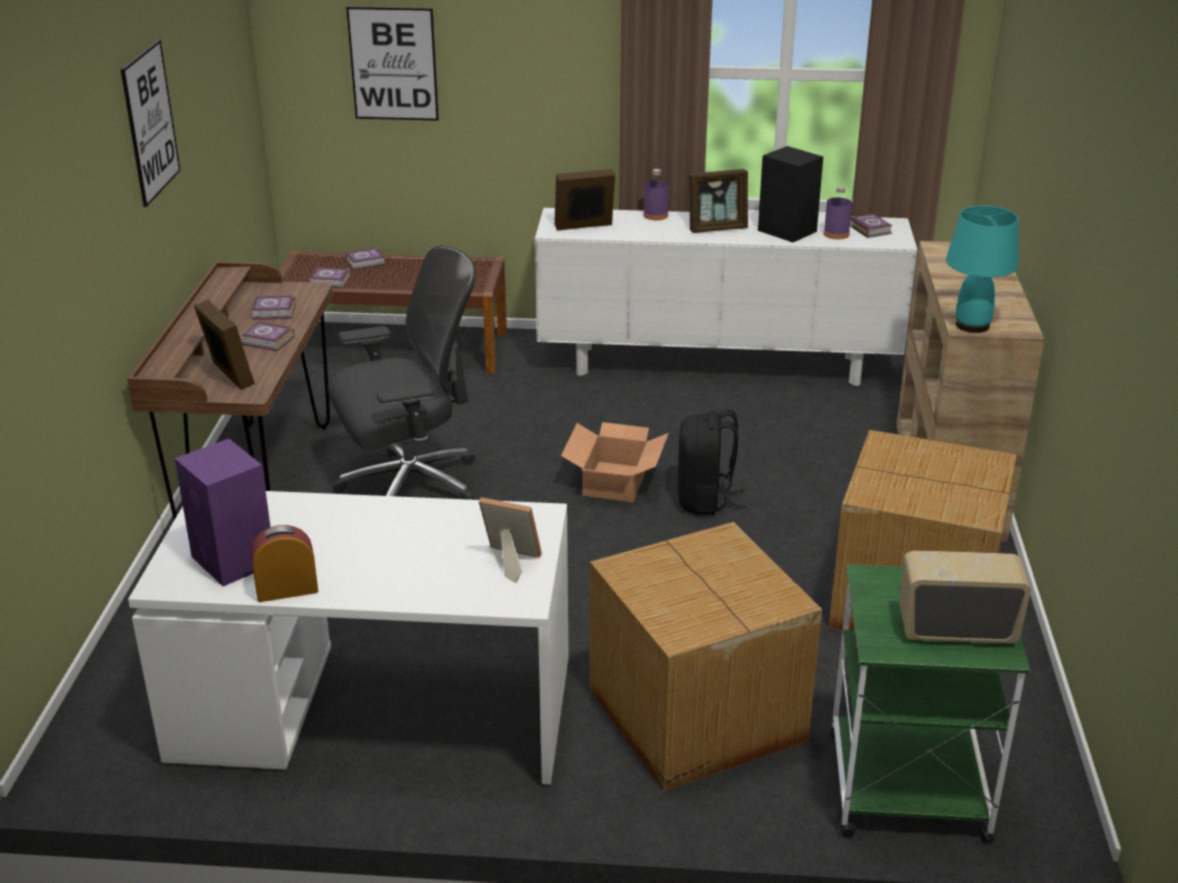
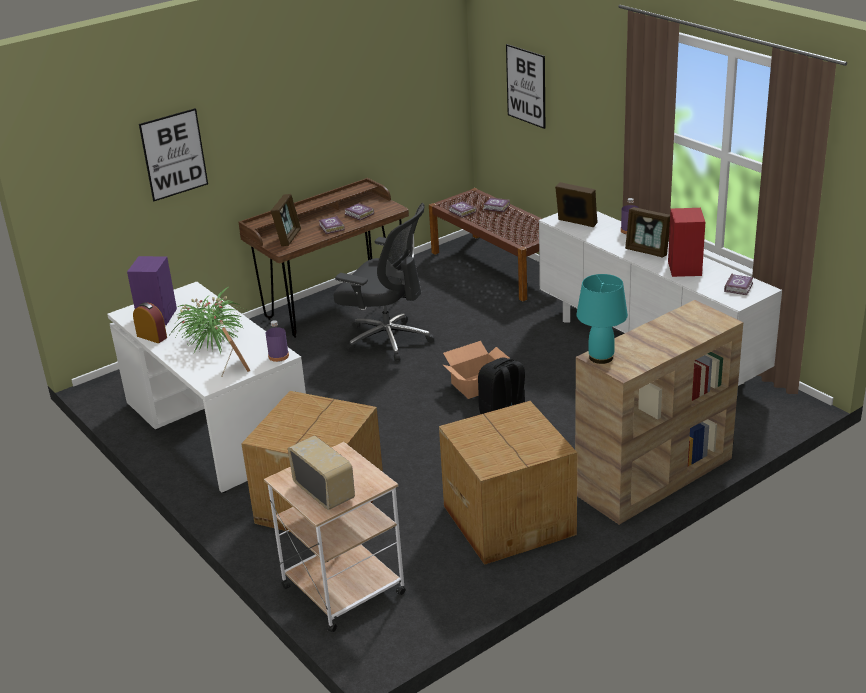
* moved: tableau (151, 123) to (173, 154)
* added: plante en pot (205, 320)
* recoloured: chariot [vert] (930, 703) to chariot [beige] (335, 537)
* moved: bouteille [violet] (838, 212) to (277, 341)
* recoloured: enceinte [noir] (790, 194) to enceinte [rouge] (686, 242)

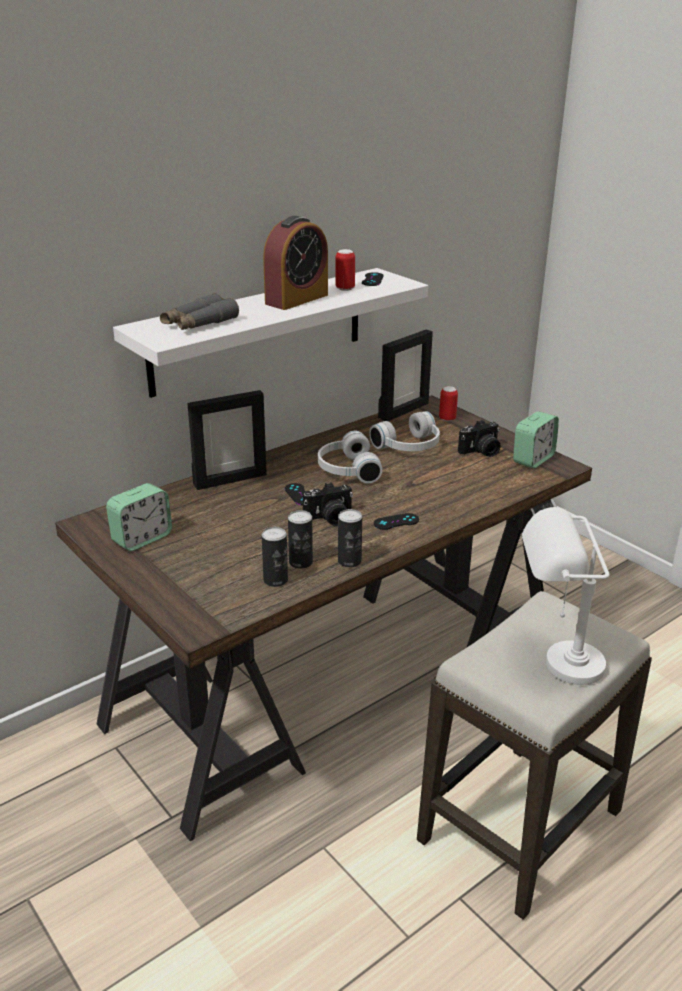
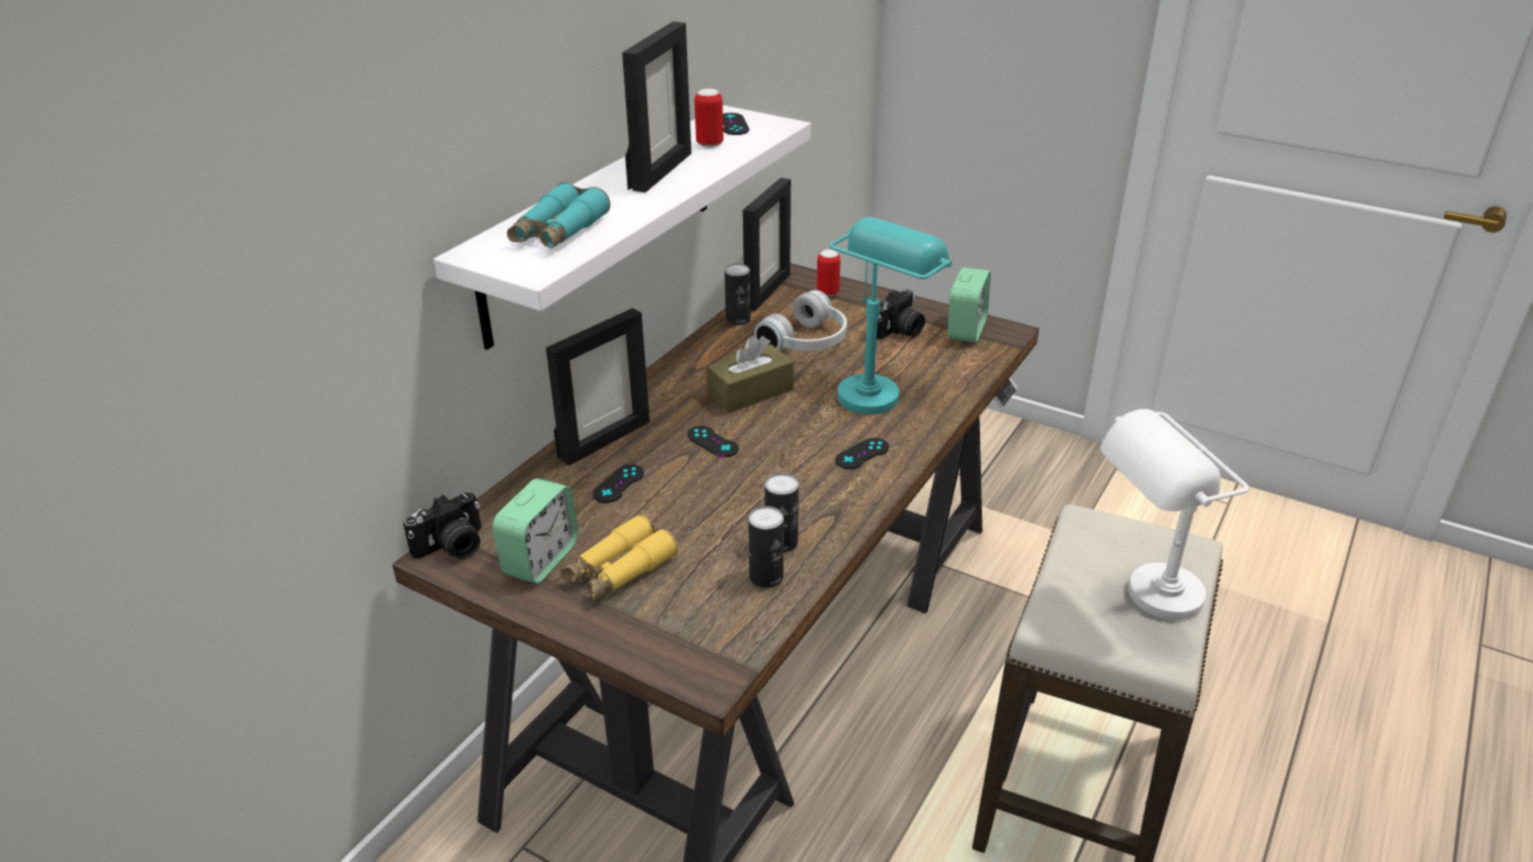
* moved: appareil photo (328, 504) to (442, 525)
* recoloured: jumelles [gris] (199, 311) to jumelles [turquoise] (558, 215)
* added: jumelles [jaune] (619, 557)
* added: manette [noir] (618, 483)
* replaced: réveil (295, 263) to cadre photo (656, 107)
* replaced: casque audio [blanc] (350, 457) to boîte à mouchoirs [marron] (750, 374)
* moved: boîte métallique (350, 538) to (738, 294)
* added: lampe de table [turquoise] (890, 315)

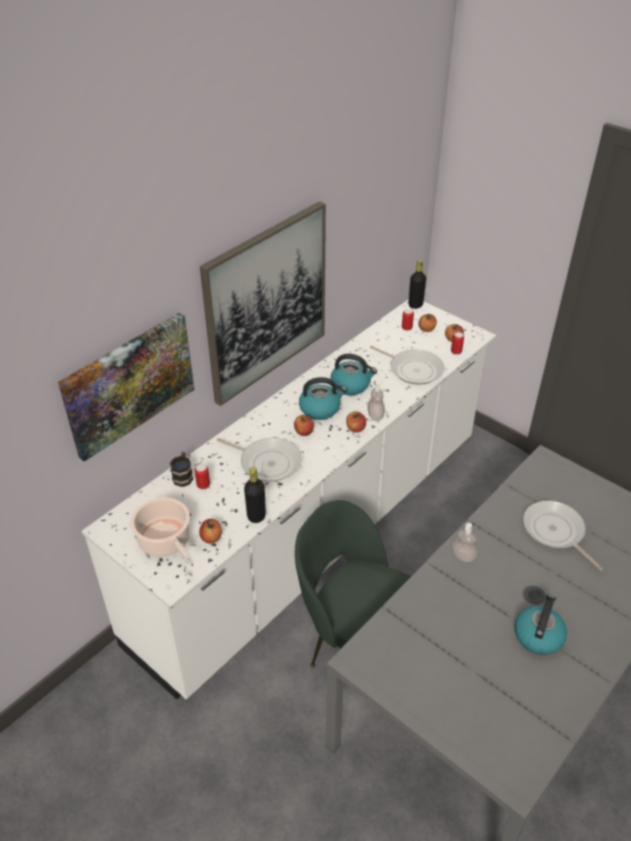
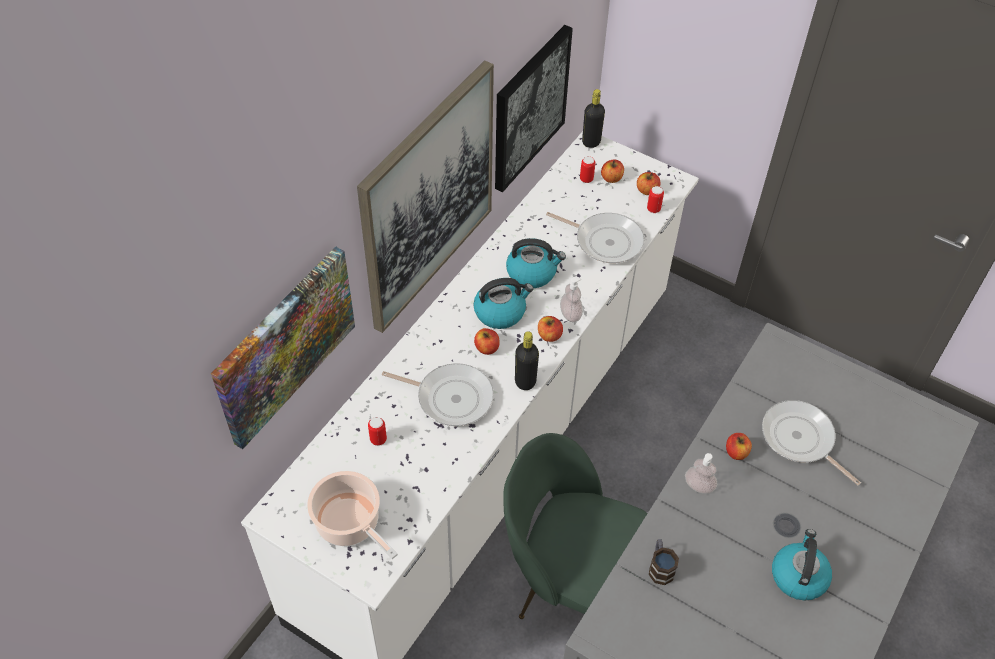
* added: tableau (534, 108)
* moved: bouteille [noir] (255, 495) to (527, 360)
* moved: mug (181, 469) to (664, 562)
* moved: pomme (210, 531) to (739, 446)

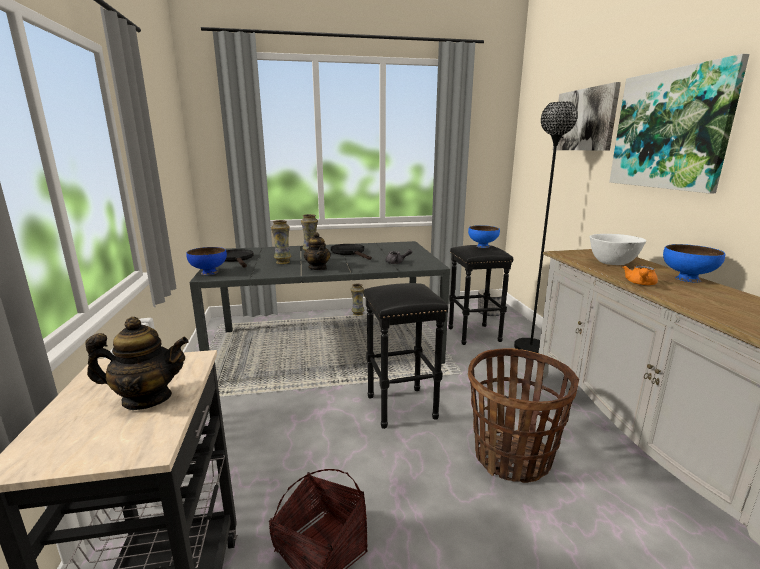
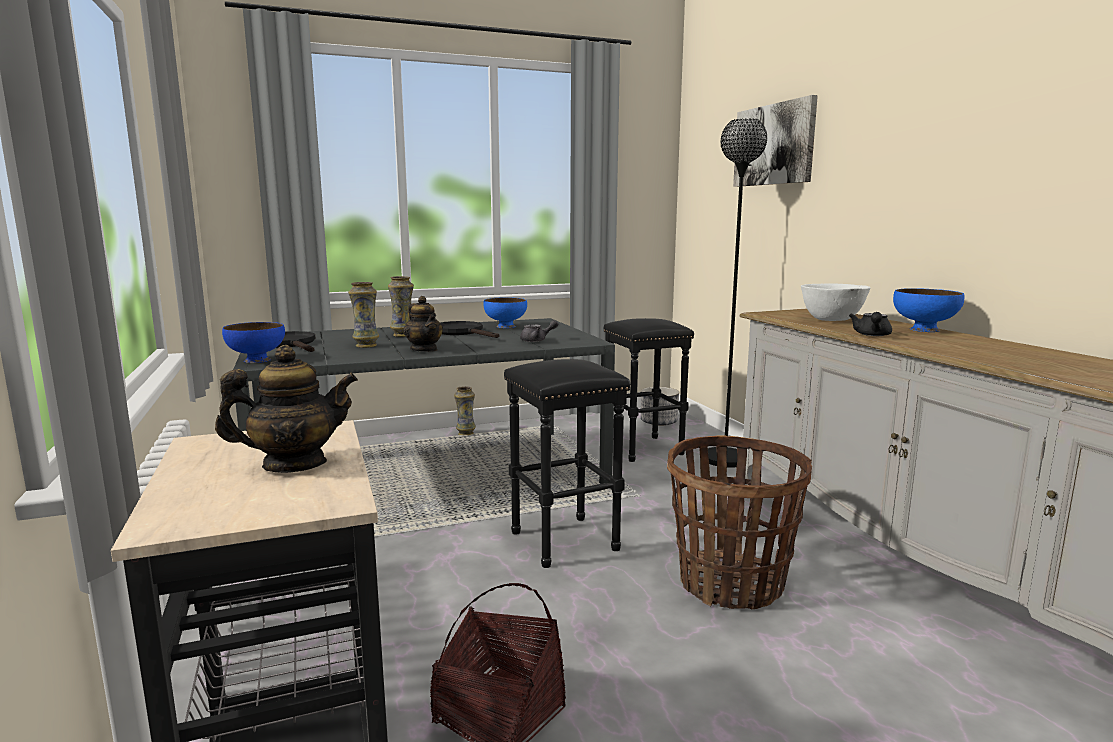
* moved: bol [bleu] (484, 236) to (505, 312)
* recoloured: théière [orange] (640, 275) to théière [noir] (870, 324)
* removed: tableau (679, 123)

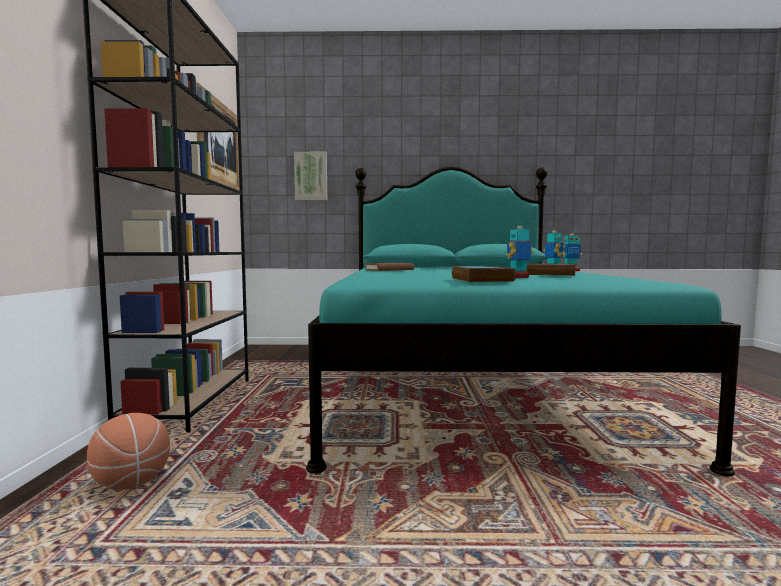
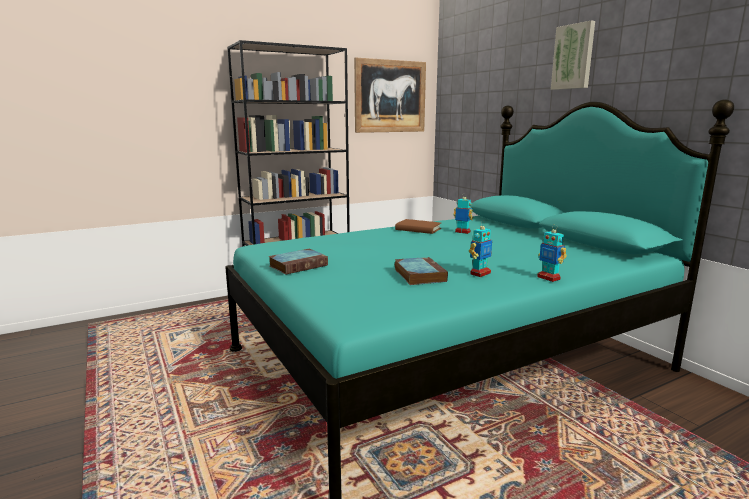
* moved: robot jouet (519, 249) to (463, 213)
* moved: tableau (310, 176) to (573, 55)
* removed: ballon de basket (128, 451)

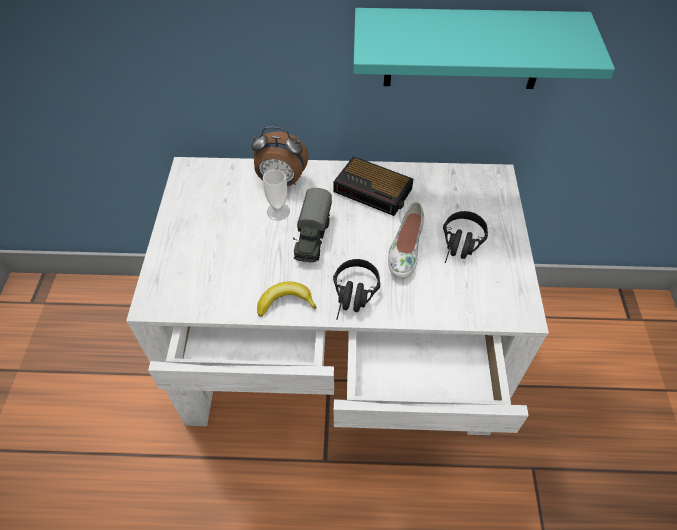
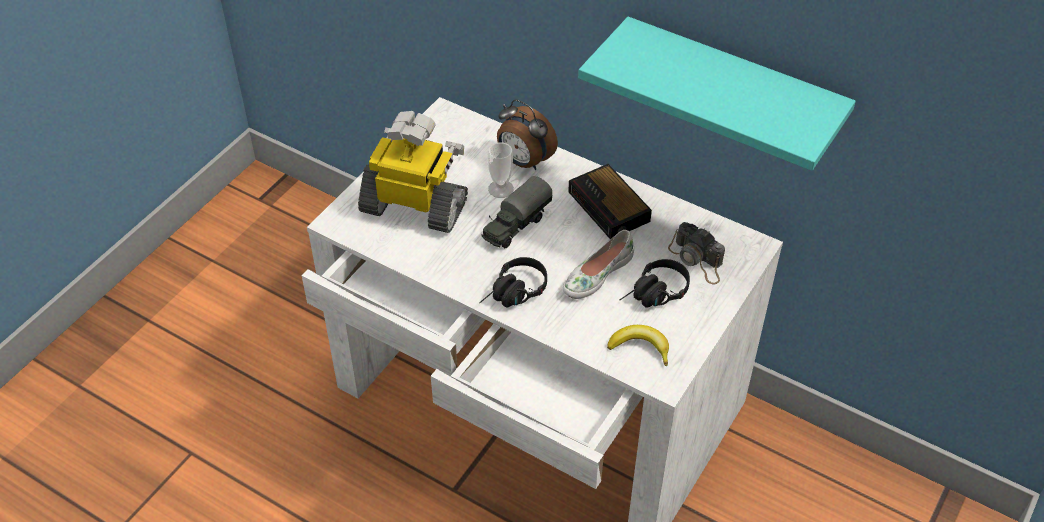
* added: robot jouet (413, 172)
* moved: banane (287, 299) to (638, 345)
* added: appareil photo (696, 253)

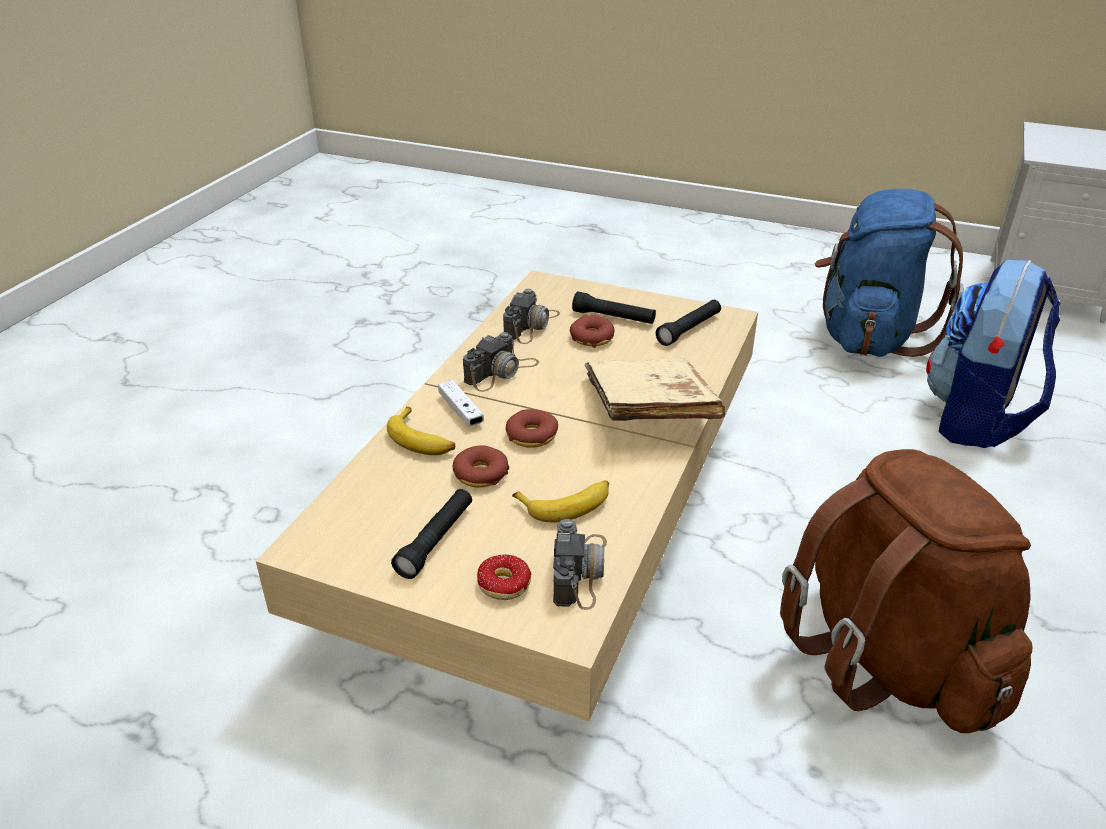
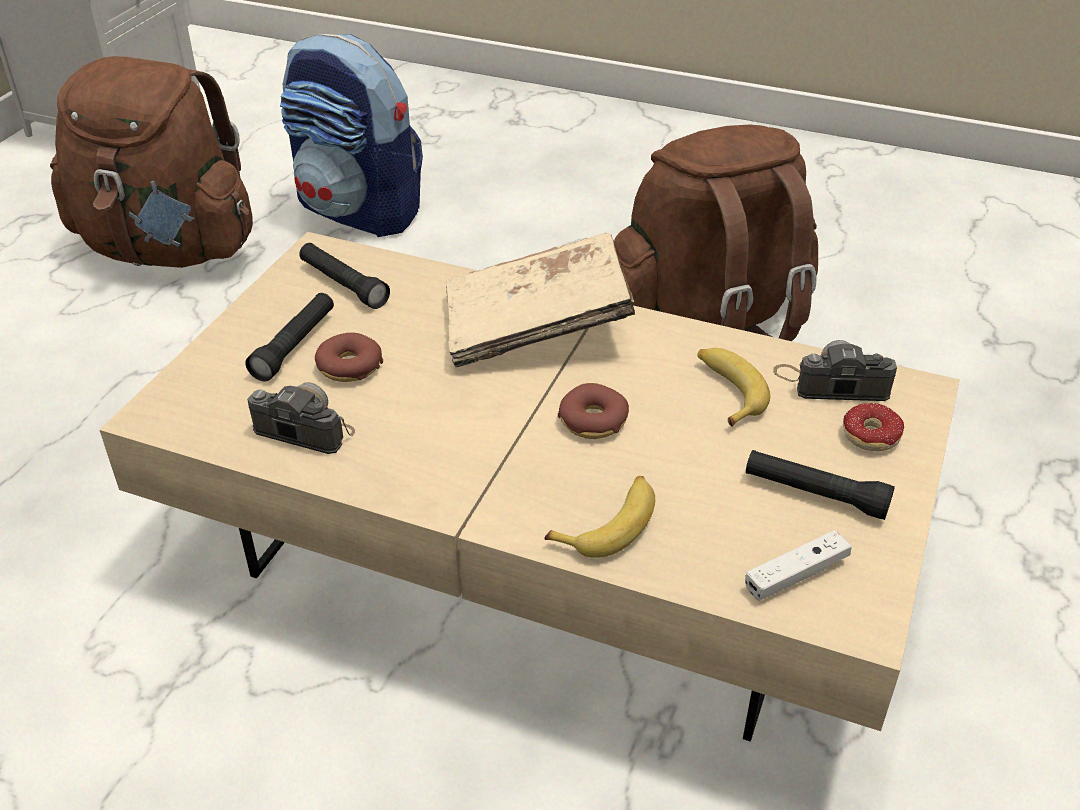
* recoloured: sac à dos [bleu] (889, 273) to sac à dos [marron] (151, 162)
* moved: manette [blanc] (461, 403) to (798, 565)
* removed: beignet (480, 466)
* removed: appareil photo (501, 362)

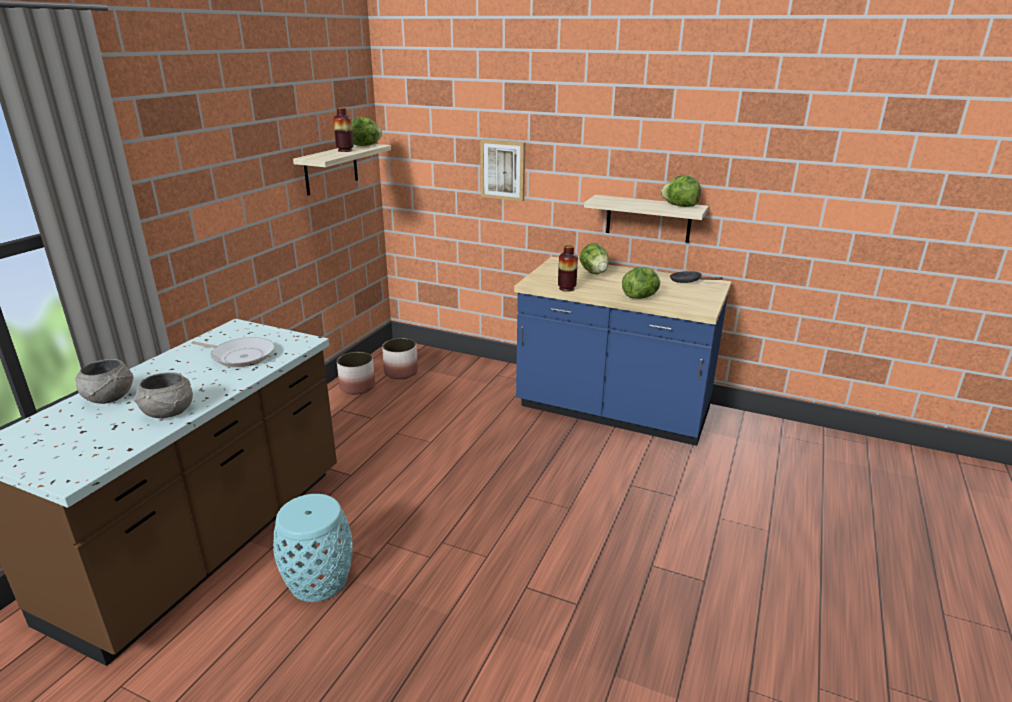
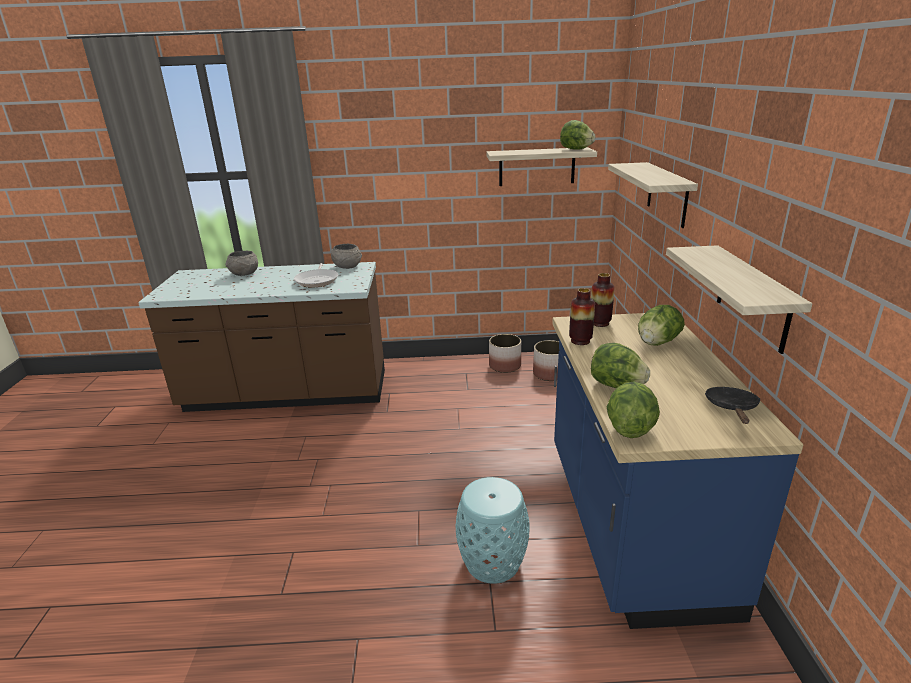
* moved: bol [gris] (163, 395) to (346, 256)
* moved: tabouret [turquoise] (313, 548) to (492, 530)
* moved: vase (343, 129) to (603, 300)
* moved: laitue (681, 191) to (633, 409)
* replaced: tableau (502, 170) to étagère (653, 195)

